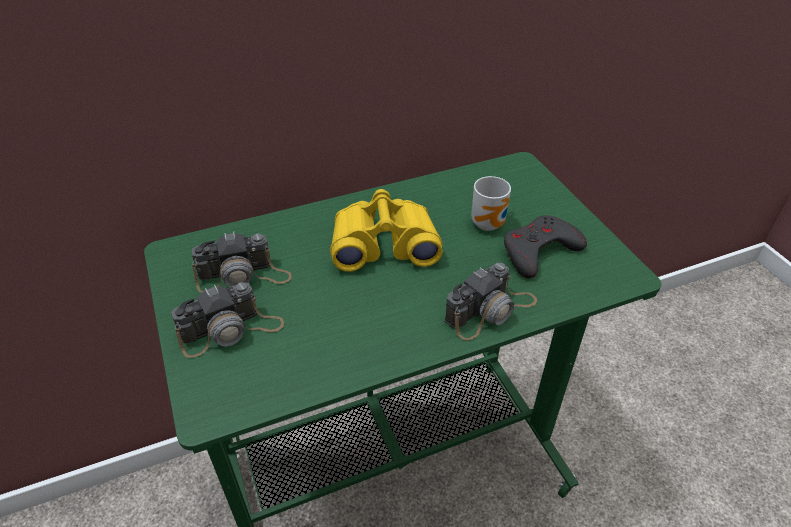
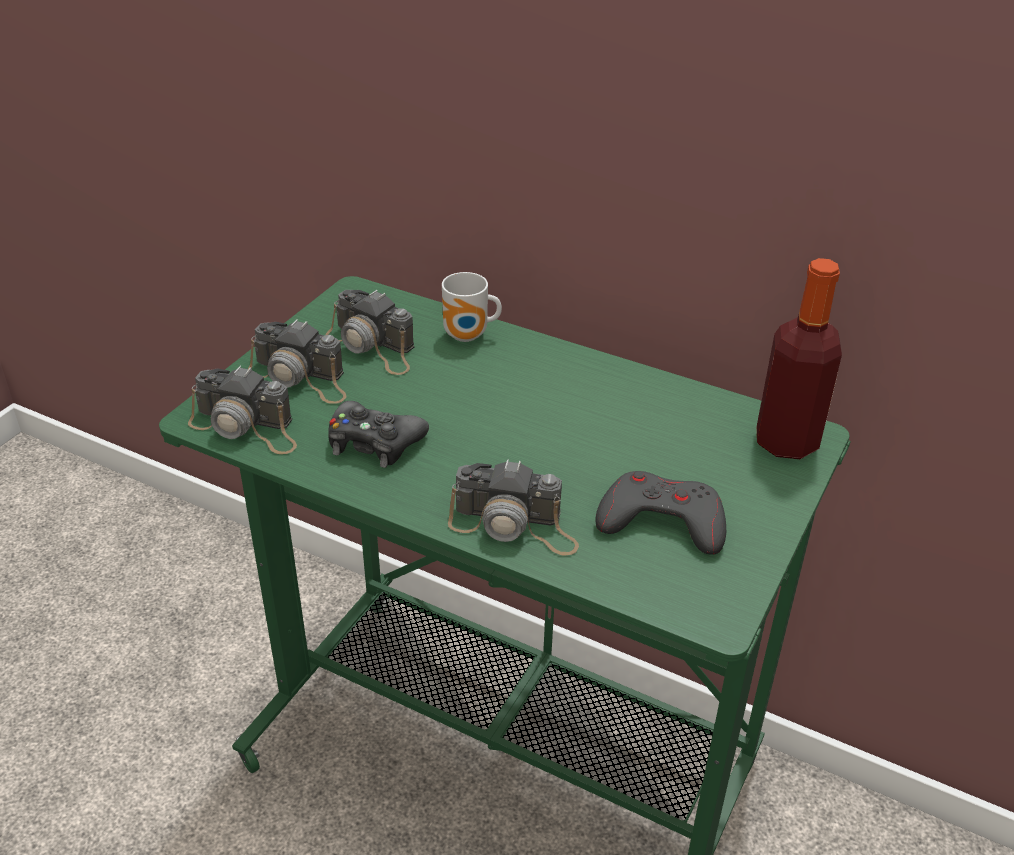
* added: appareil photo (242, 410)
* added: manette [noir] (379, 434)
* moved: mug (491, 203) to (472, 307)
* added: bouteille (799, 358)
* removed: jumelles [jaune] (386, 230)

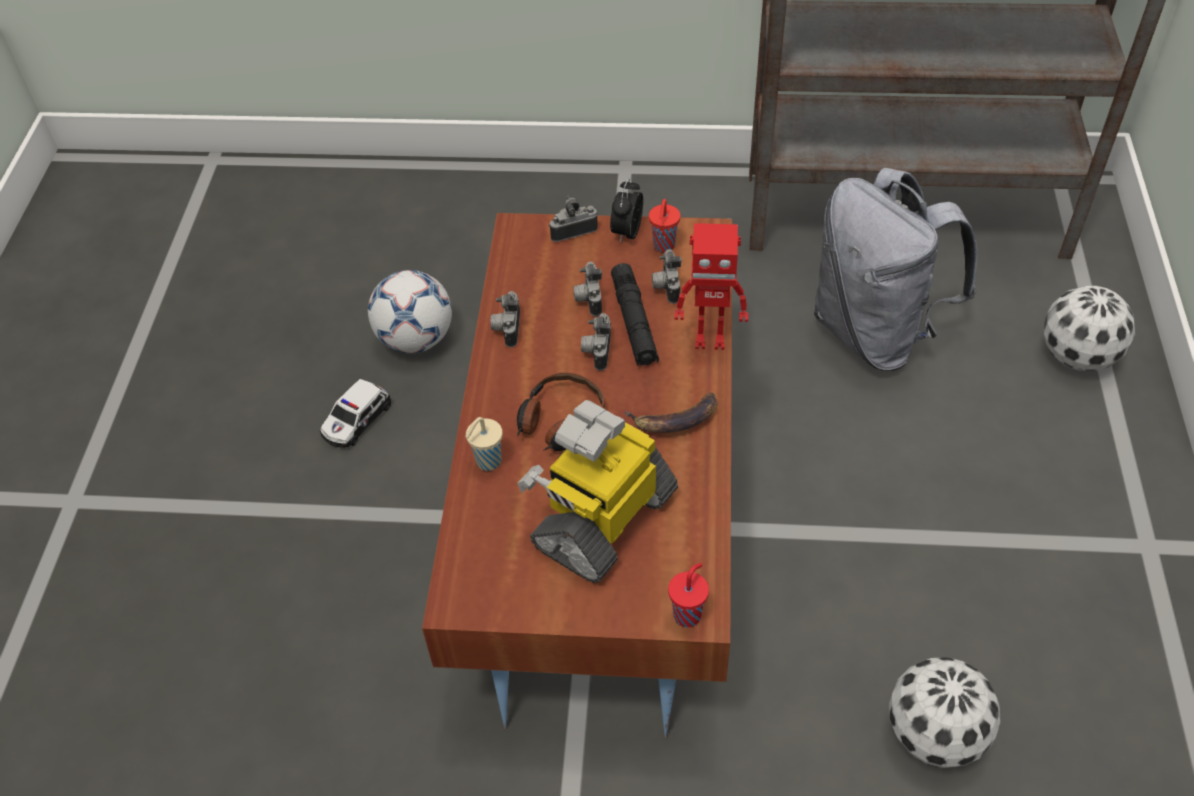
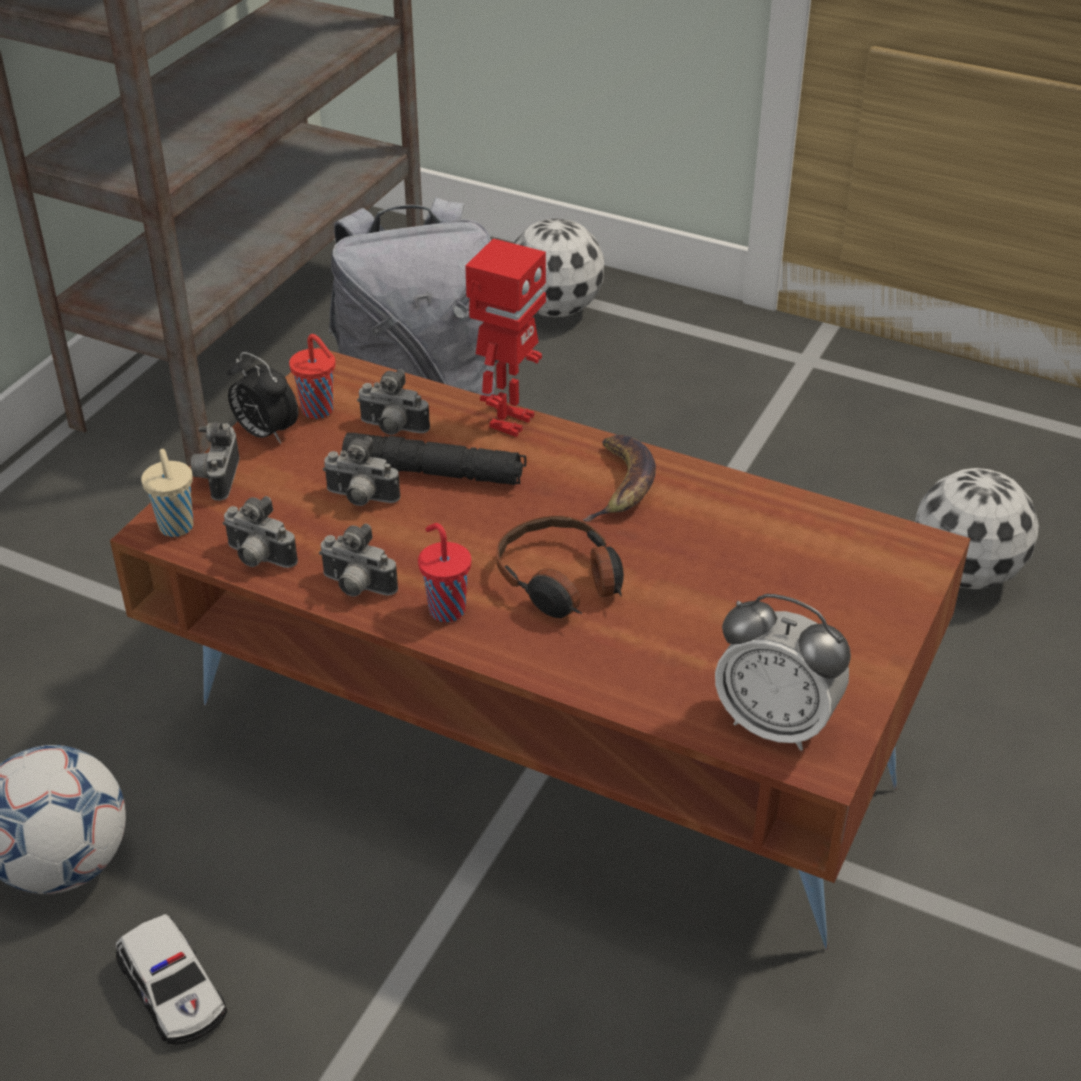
* moved: tasse [beige] (484, 444) to (167, 493)
* moved: appareil photo (596, 342) to (260, 532)
* moved: tasse [rouge] (688, 595) to (444, 572)
* added: réveil (783, 672)
* removed: robot jouet (598, 491)

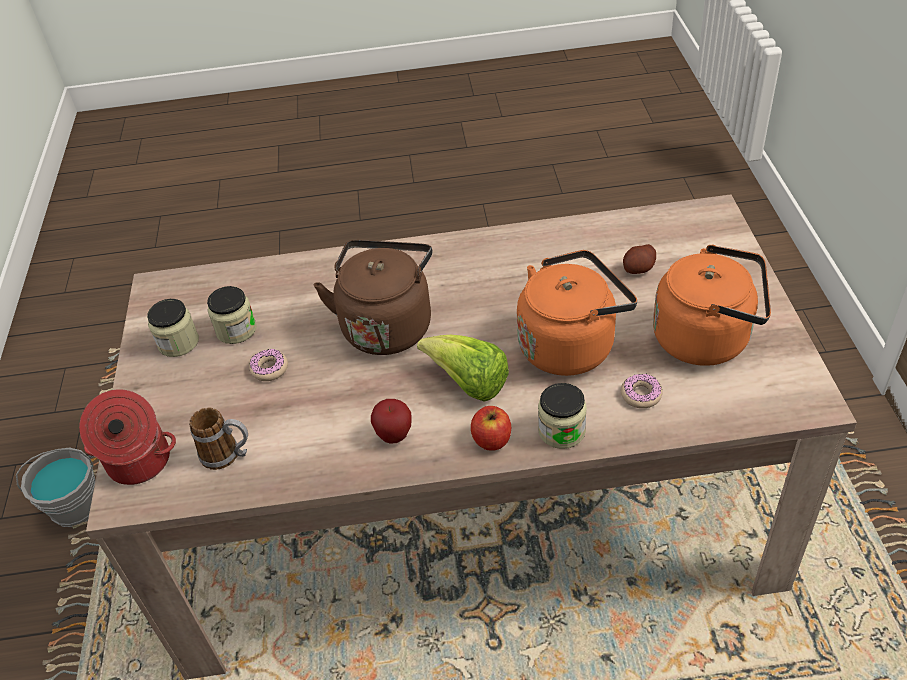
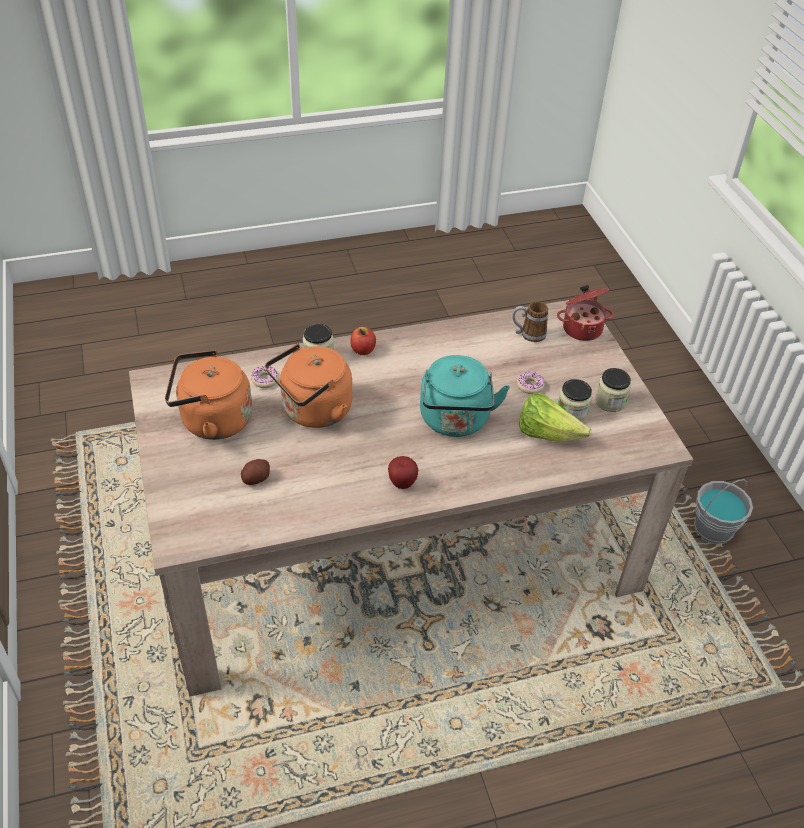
* moved: pomme (391, 421) to (403, 472)
* recoloured: bouilloire [marron] (373, 297) to bouilloire [turquoise] (465, 396)
* moved: laitue (463, 368) to (555, 417)

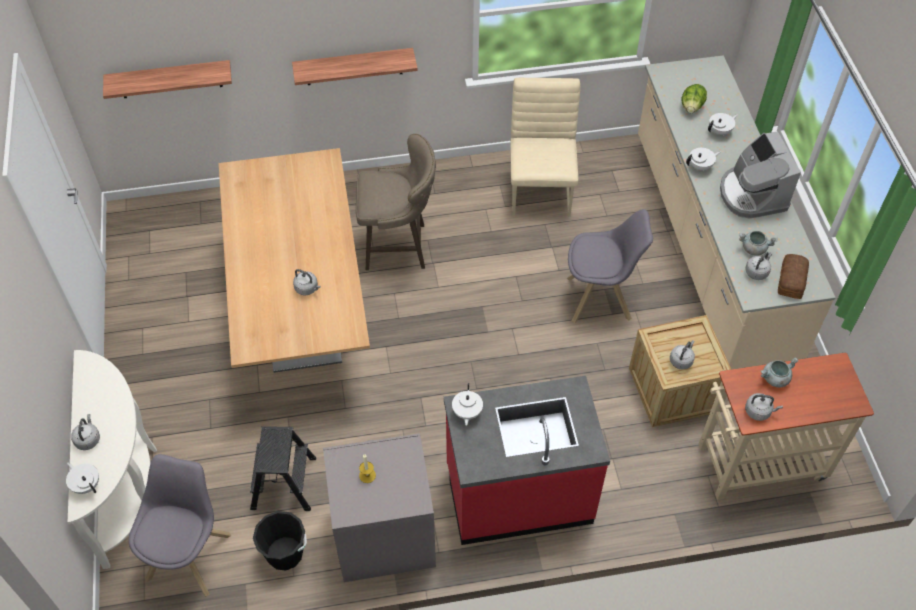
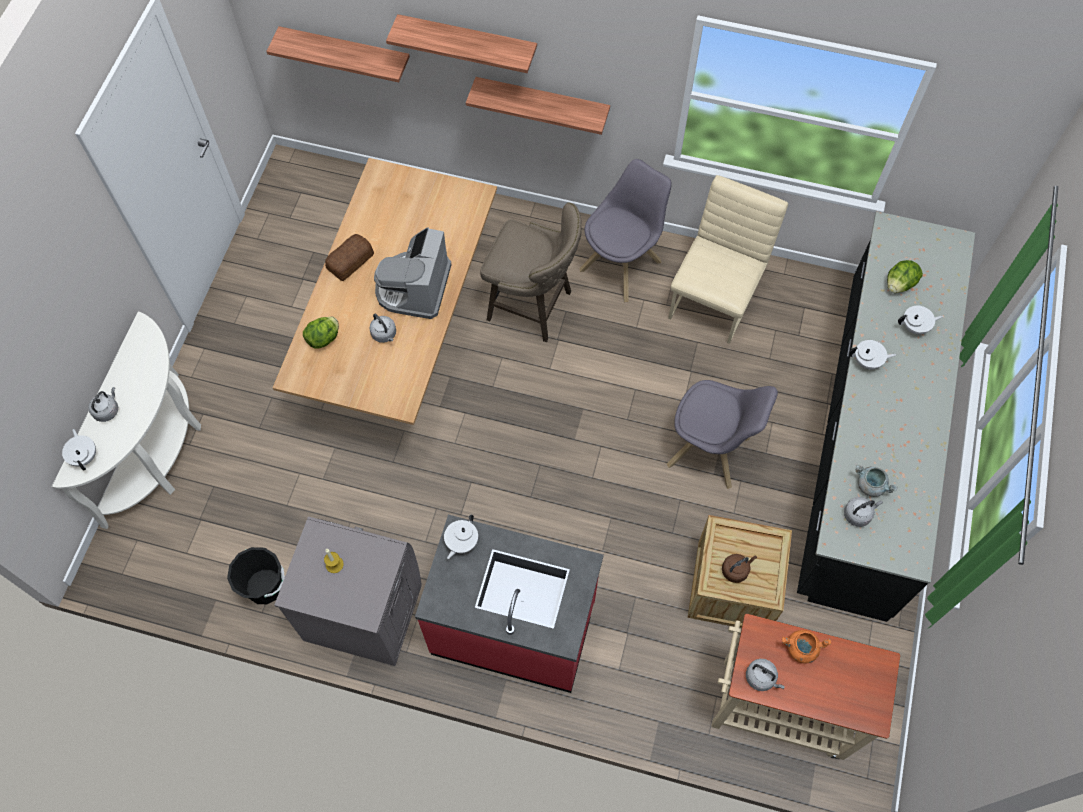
* added: laitue (321, 333)
* moved: pain (793, 276) to (349, 257)
* moved: machine à café (760, 174) to (413, 273)
* added: étagère (461, 43)
* moved: chaise [gris] (180, 525) to (626, 230)
* recoloured: bouilloire [gris] (682, 355) to bouilloire [marron] (739, 568)
* recoloured: marmite [gris] (779, 372) to marmite [orange] (806, 647)
* recoloured: comptoir de cuisine [beige] (737, 212) to comptoir de cuisine [noir] (886, 416)
* removed: escabeau [noir] (283, 468)

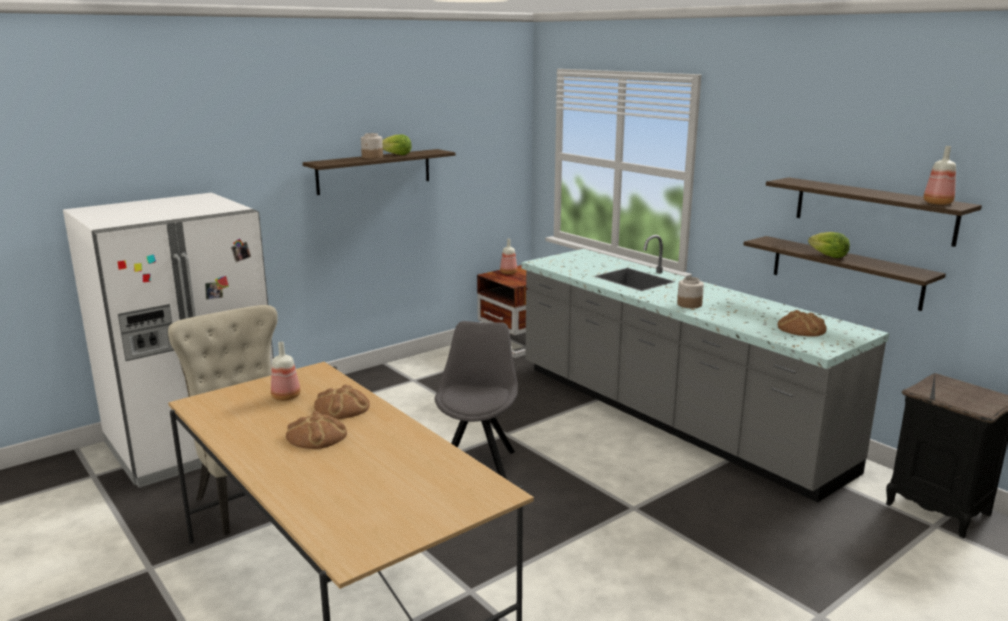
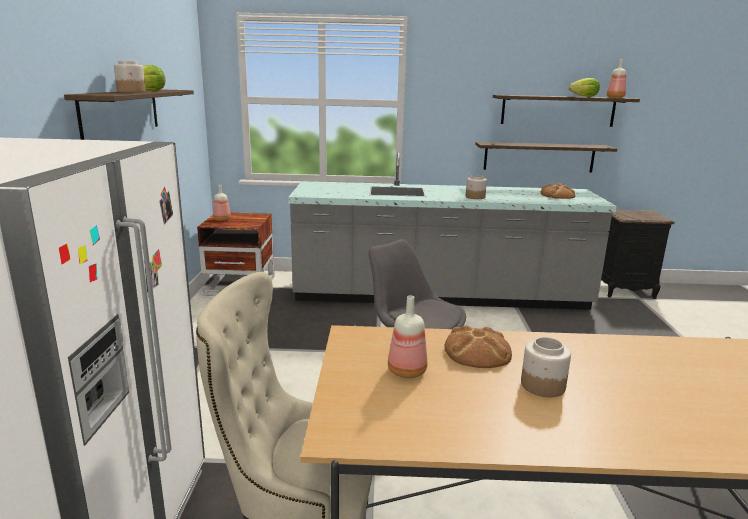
* replaced: pain (316, 430) to bocal (546, 367)
* moved: laitue (829, 245) to (584, 87)

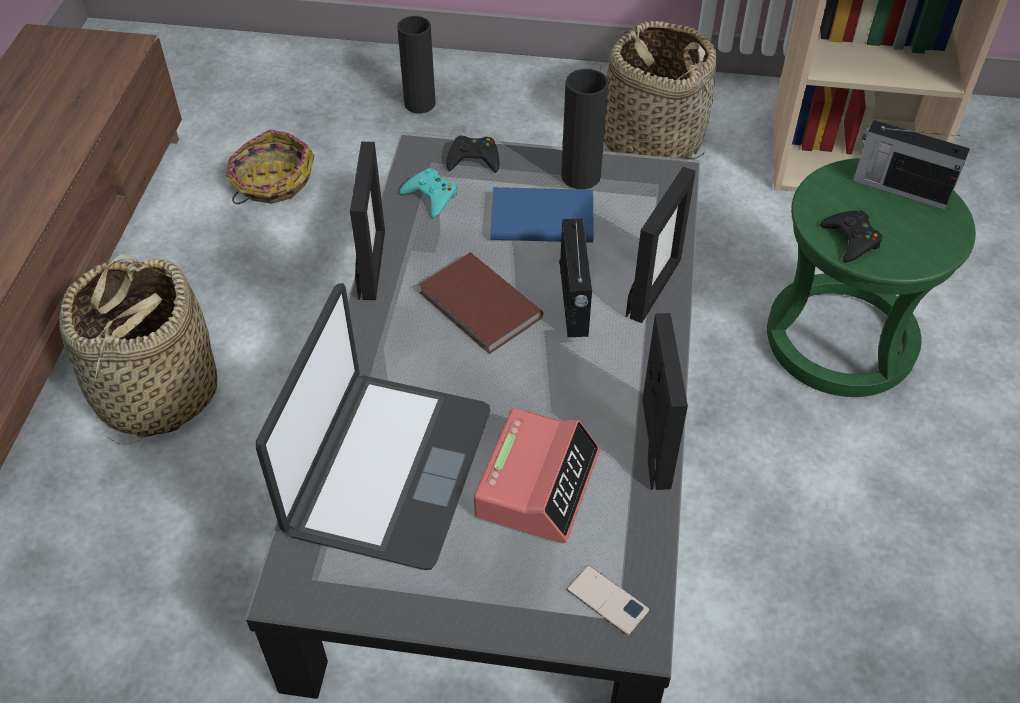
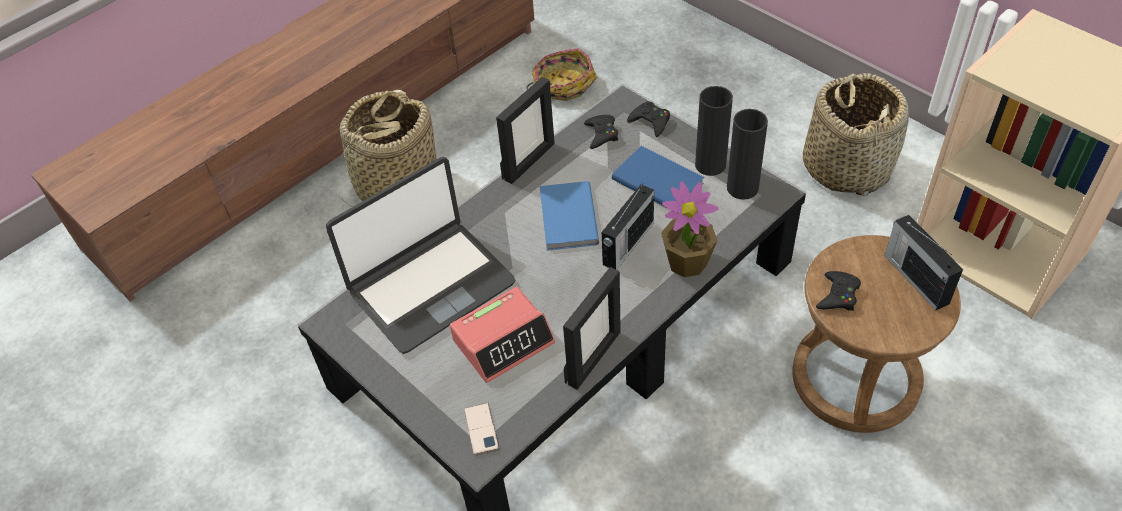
* recoloured: livre [marron] (481, 303) to livre [bleu] (569, 216)
* recoloured: manette [turquoise] (428, 193) to manette [noir] (601, 131)
* replaced: cadre photo (661, 245) to plante en pot (690, 229)
* moved: vase [noir] (416, 64) to (747, 154)
* recoloured: tabouret [vert] (871, 277) to tabouret [marron] (876, 334)

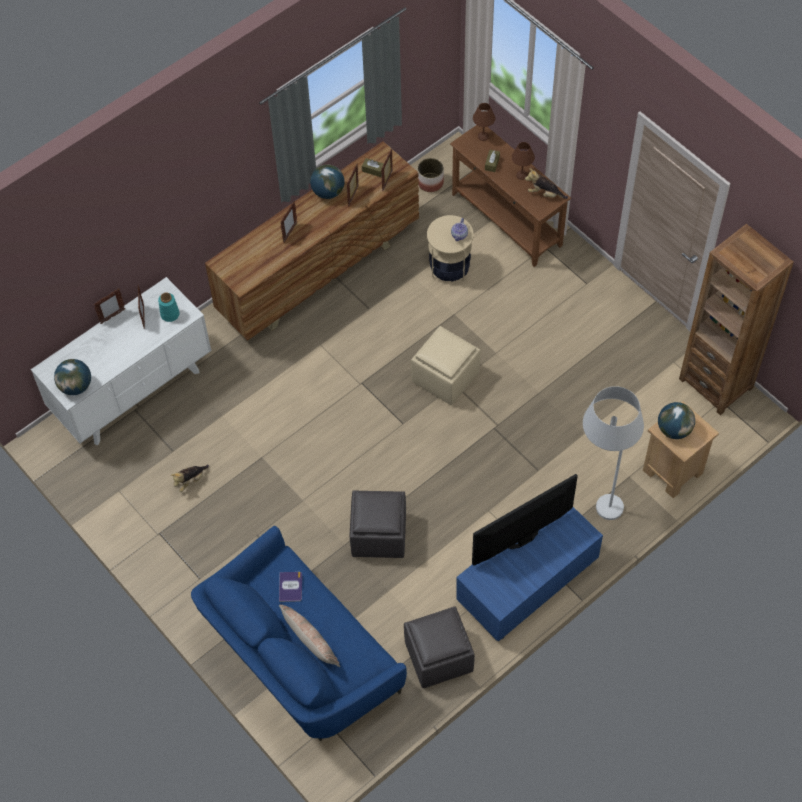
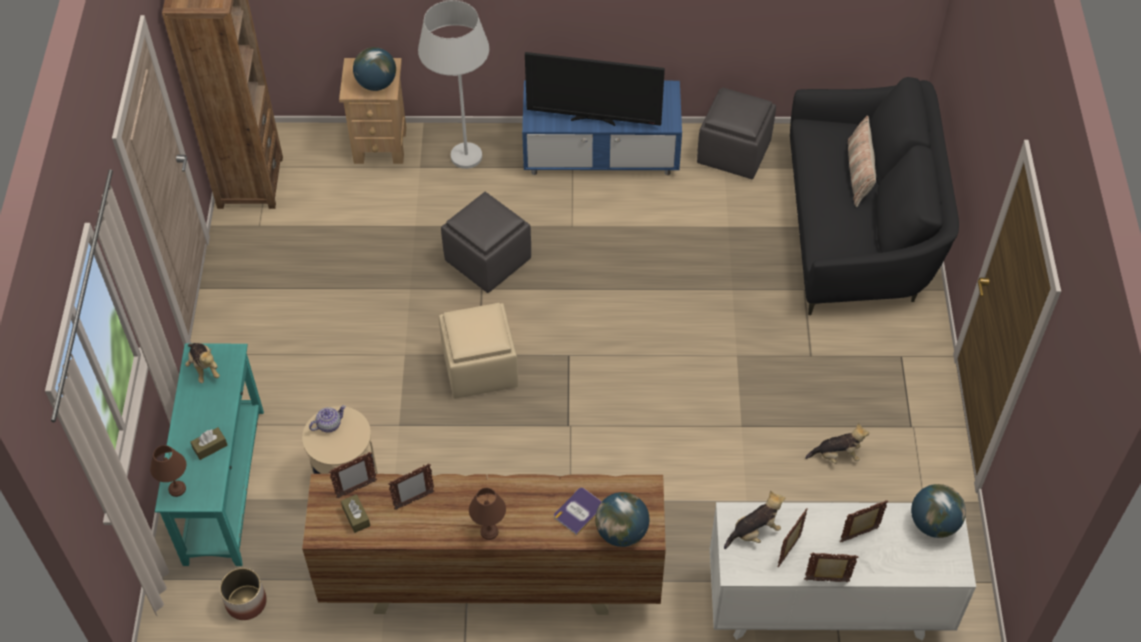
* recoloured: table console [marron] (510, 196) to table console [turquoise] (209, 455)
* moved: pouf [gris] (378, 524) to (486, 242)
* moved: lampe de table [marron] (523, 161) to (487, 514)
* moved: livre (290, 587) to (578, 511)
* moved: globe (327, 181) to (622, 519)
* replaced: vase [turquoise] (169, 307) to peluche (754, 519)
* recoloured: canapé [bleu] (299, 633) to canapé [noir] (874, 196)
* moved: cadre photo (288, 222) to (864, 521)

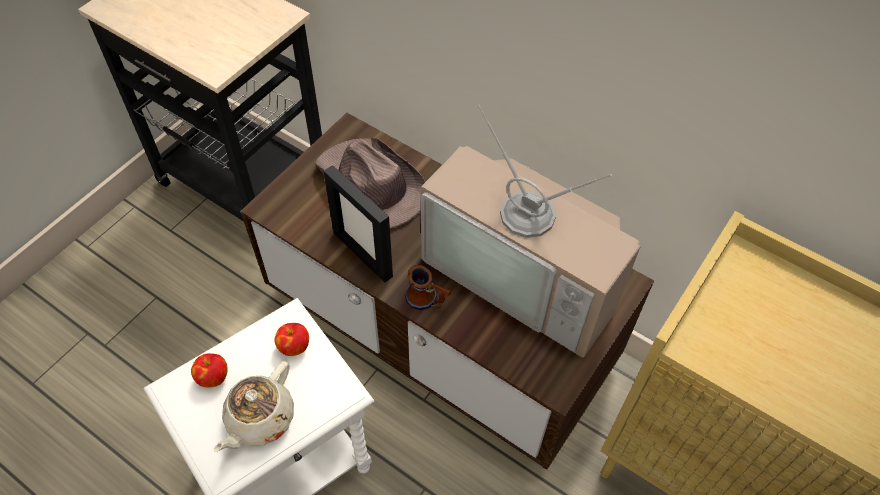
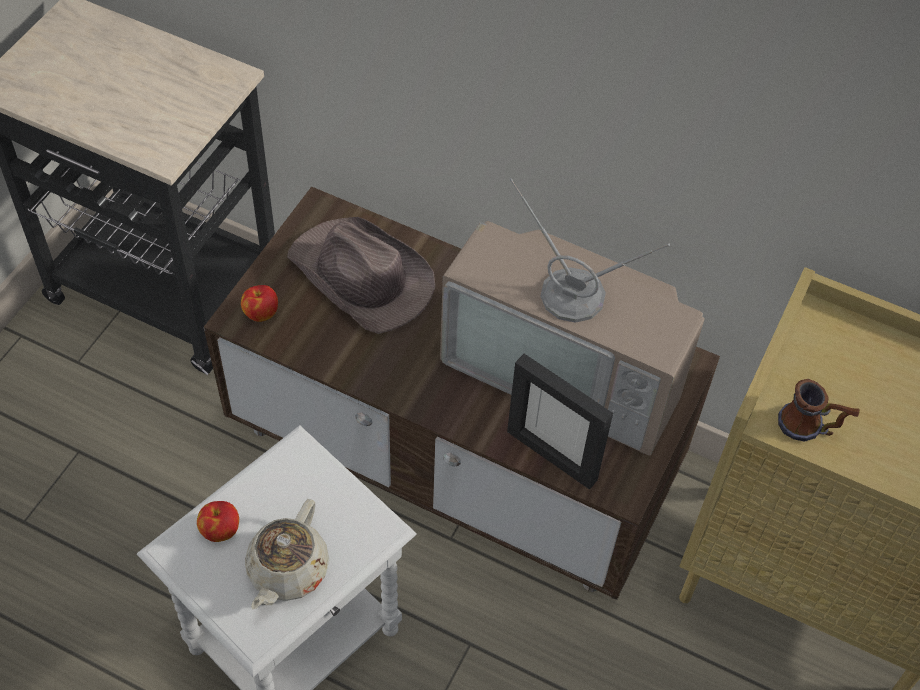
* moved: pomme (291, 339) to (259, 303)
* moved: cadre photo (358, 224) to (560, 421)
* moved: mug (428, 287) to (819, 410)

